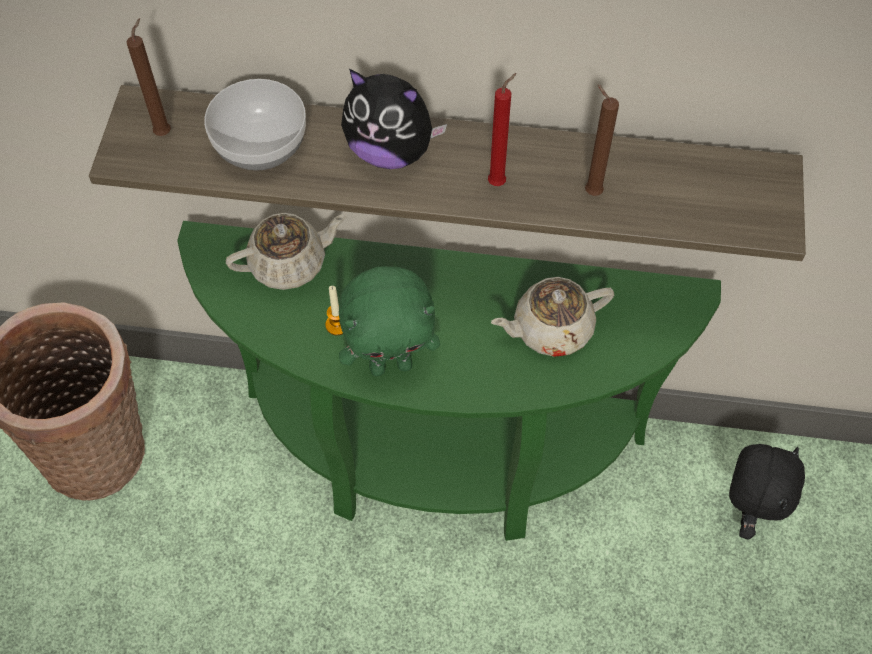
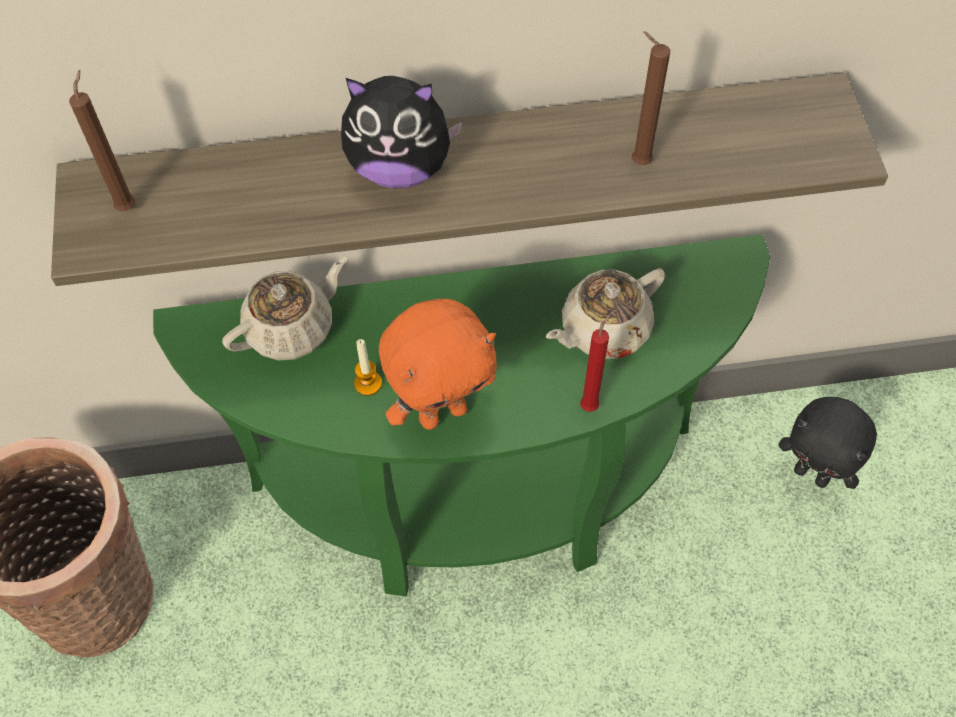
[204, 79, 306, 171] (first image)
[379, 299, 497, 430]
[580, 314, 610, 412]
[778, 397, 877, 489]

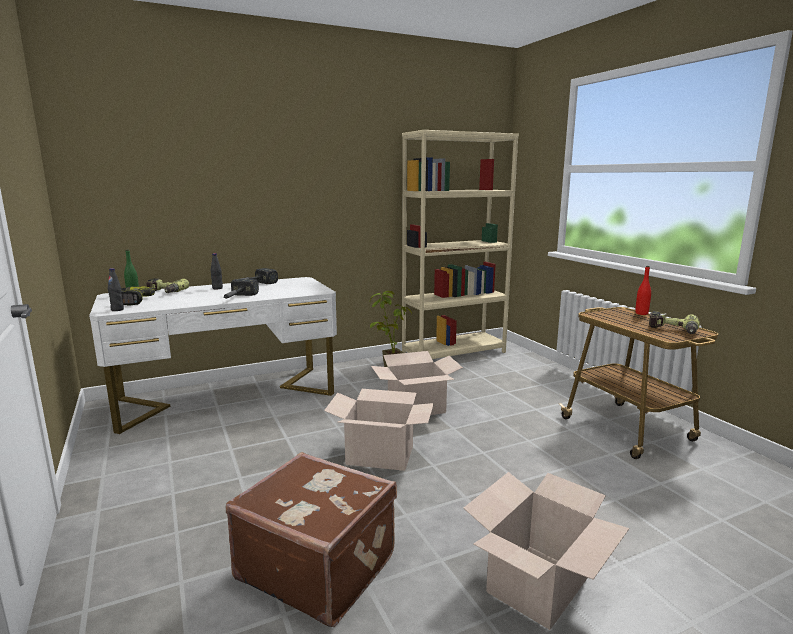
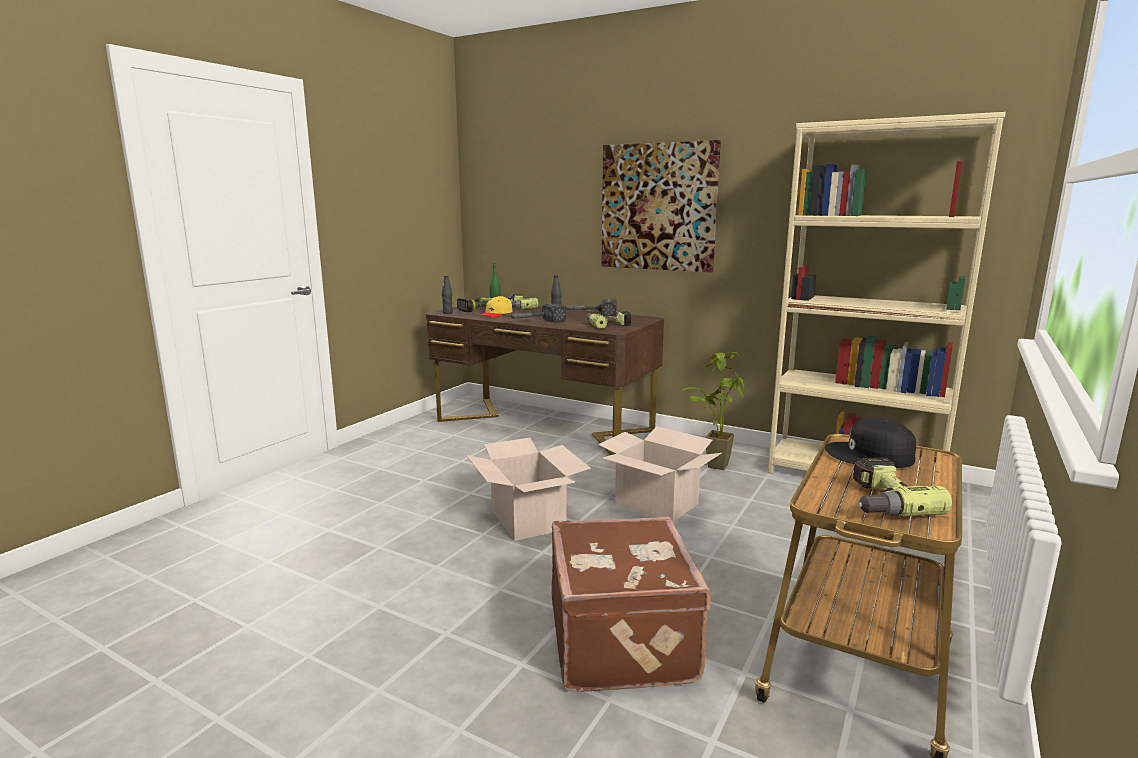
[426, 306, 664, 455]
[551, 517, 711, 692]
[463, 472, 629, 630] (first image)
[635, 266, 651, 315] (first image)
[480, 296, 512, 318]
[586, 311, 632, 329]
[601, 140, 721, 272]
[825, 418, 916, 468]

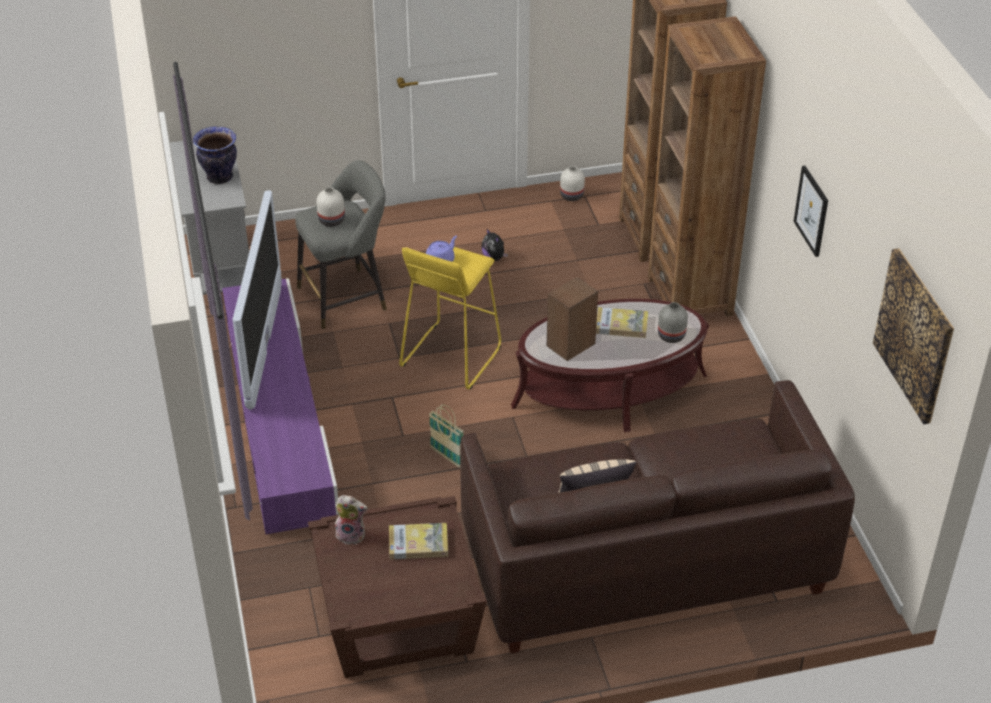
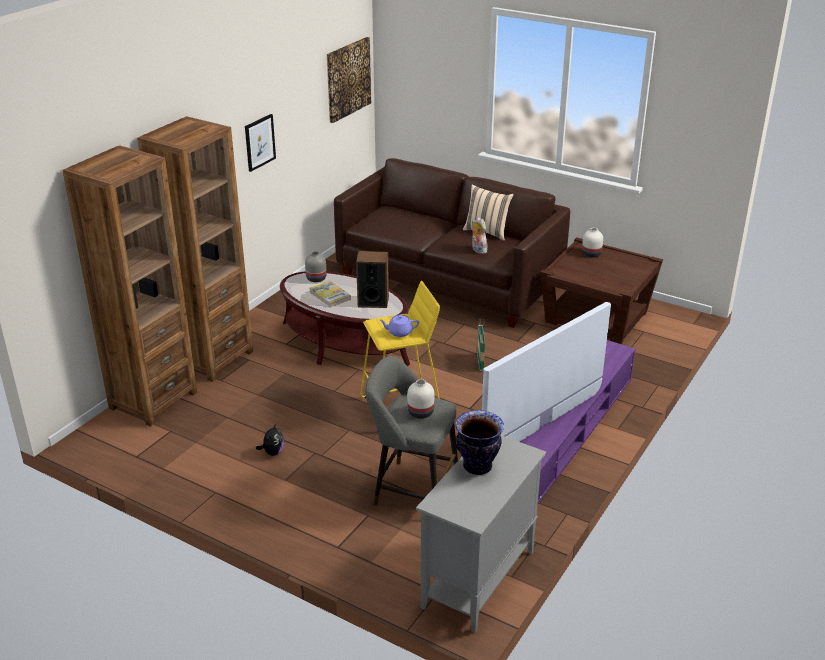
[472, 217, 487, 254]
[389, 523, 448, 559] (first image)
[582, 228, 603, 258]

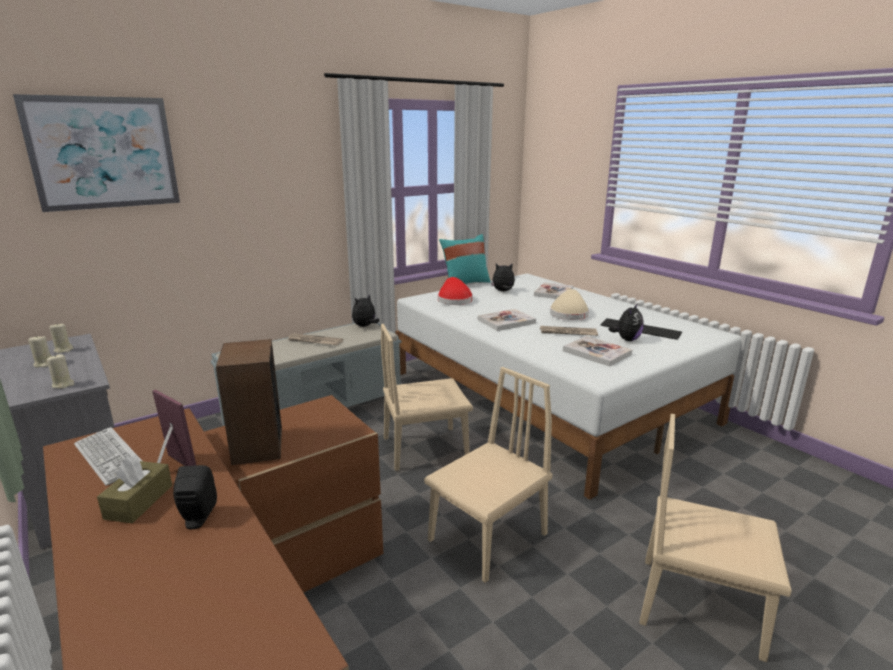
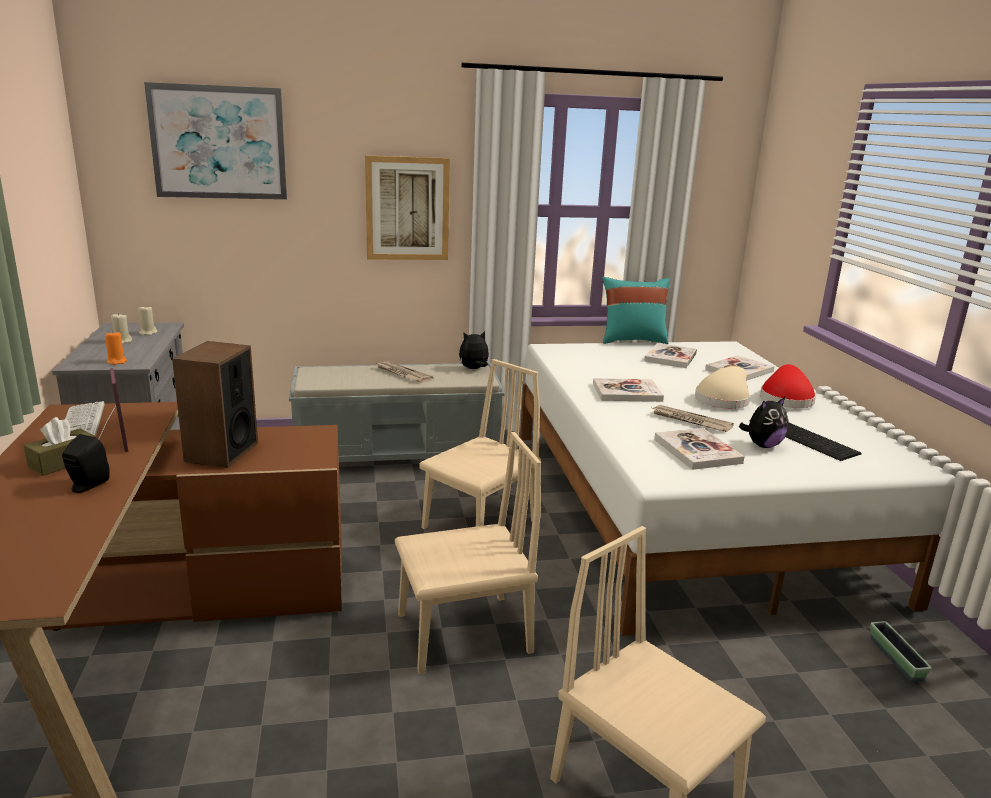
[105, 332, 127, 365]
[419, 359, 541, 529]
[760, 364, 816, 408]
[644, 343, 697, 368]
[365, 156, 450, 260]
[871, 621, 932, 682]

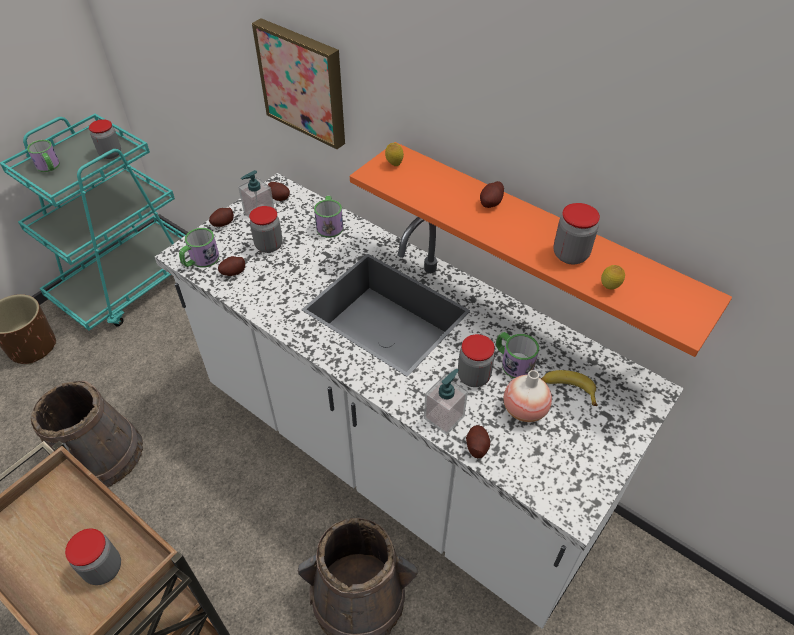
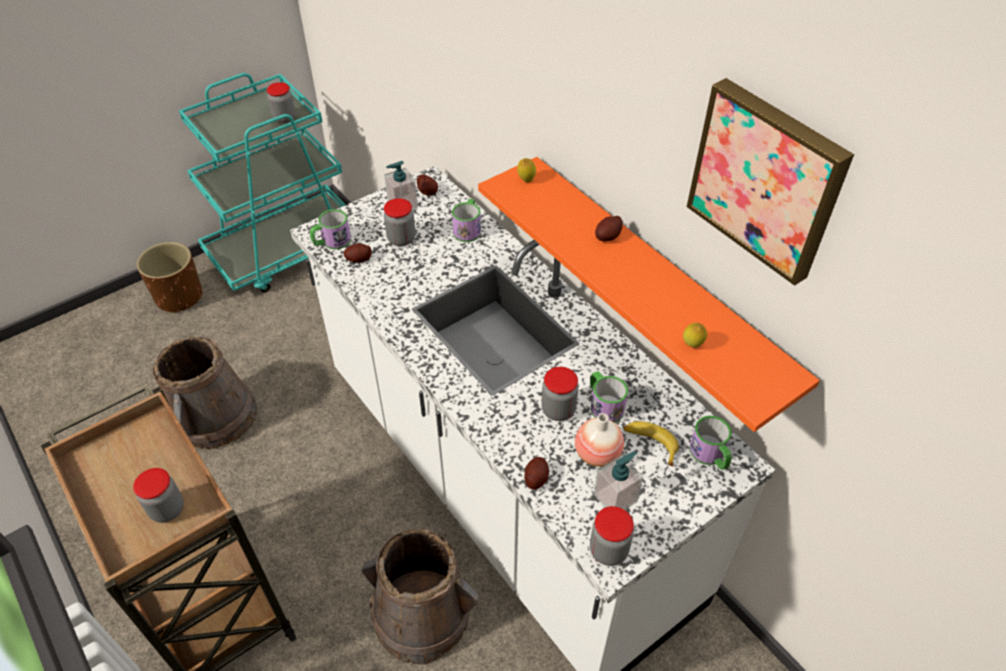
[689, 416, 732, 470]
[209, 208, 234, 227] (first image)
[687, 78, 854, 286]
[594, 451, 643, 510]
[590, 506, 634, 566]

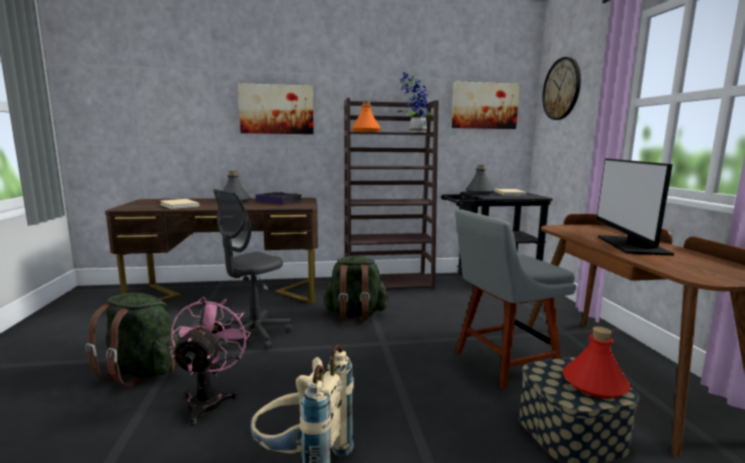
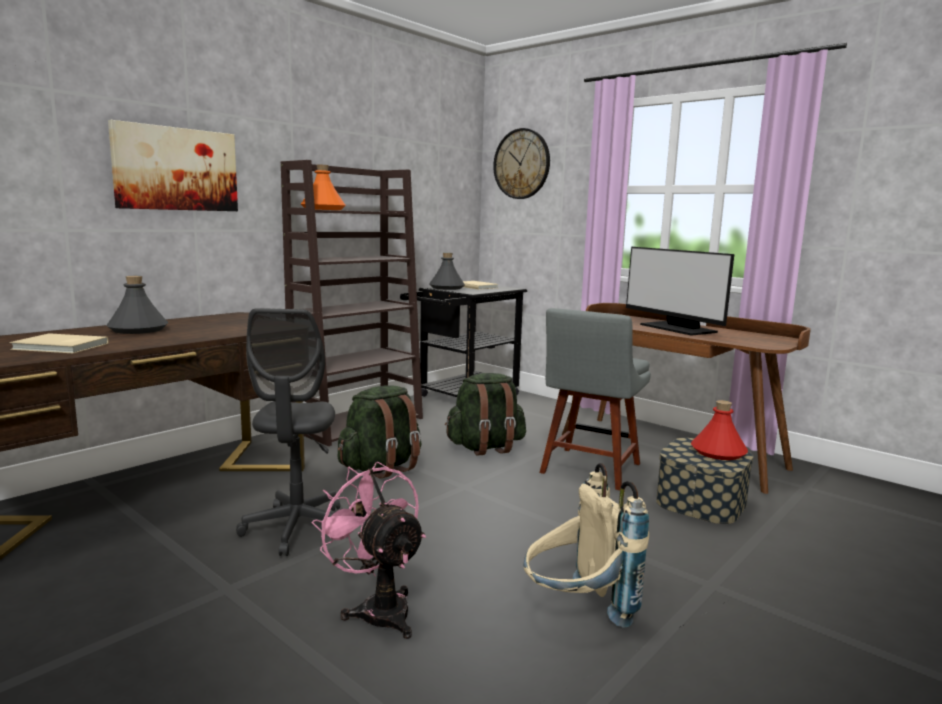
[445, 373, 526, 456]
[256, 192, 302, 204] (first image)
[397, 72, 434, 133] (first image)
[452, 81, 520, 129] (first image)

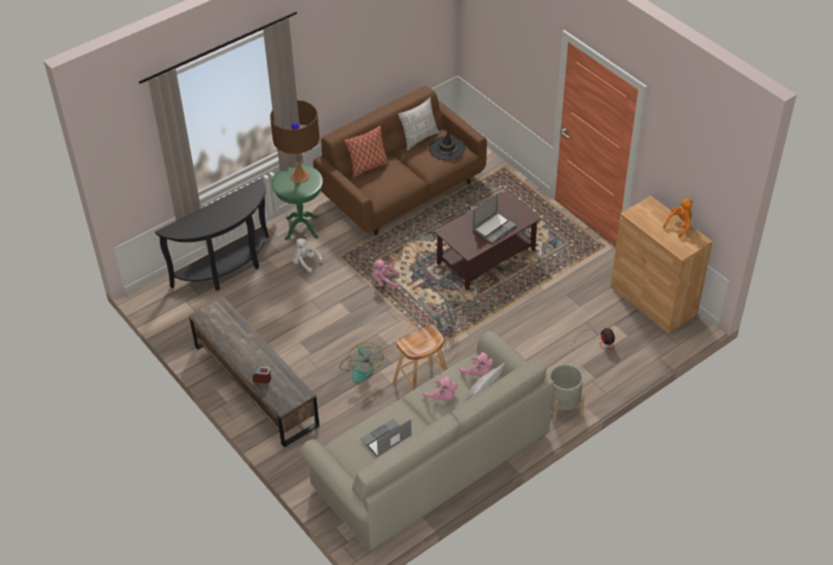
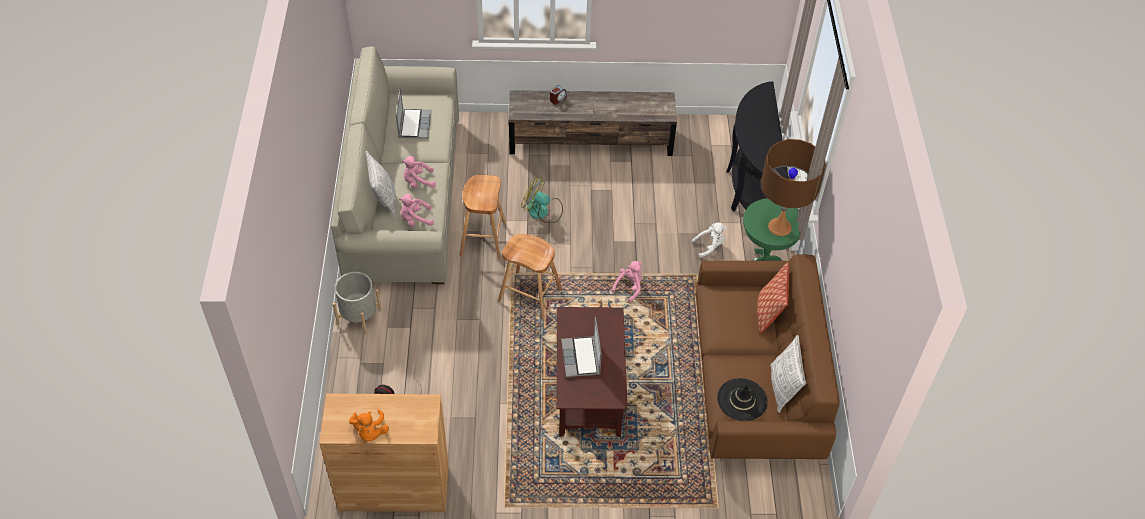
[498, 234, 562, 319]

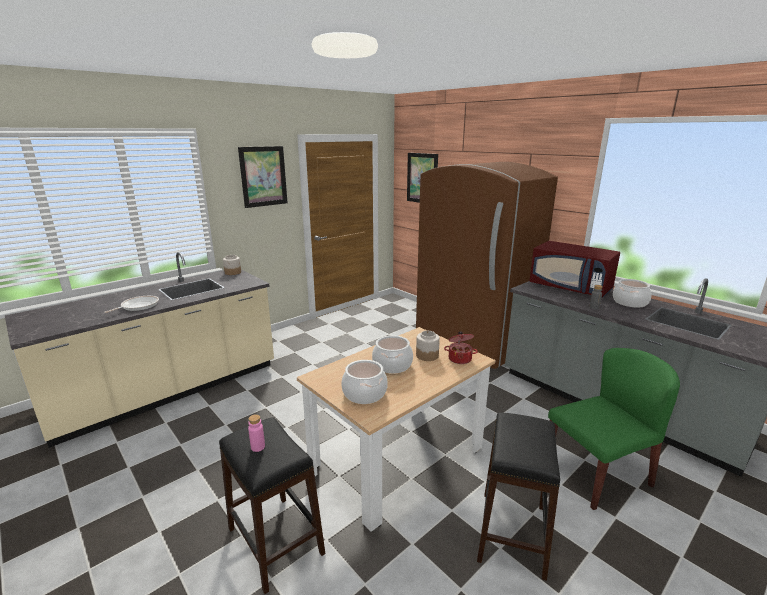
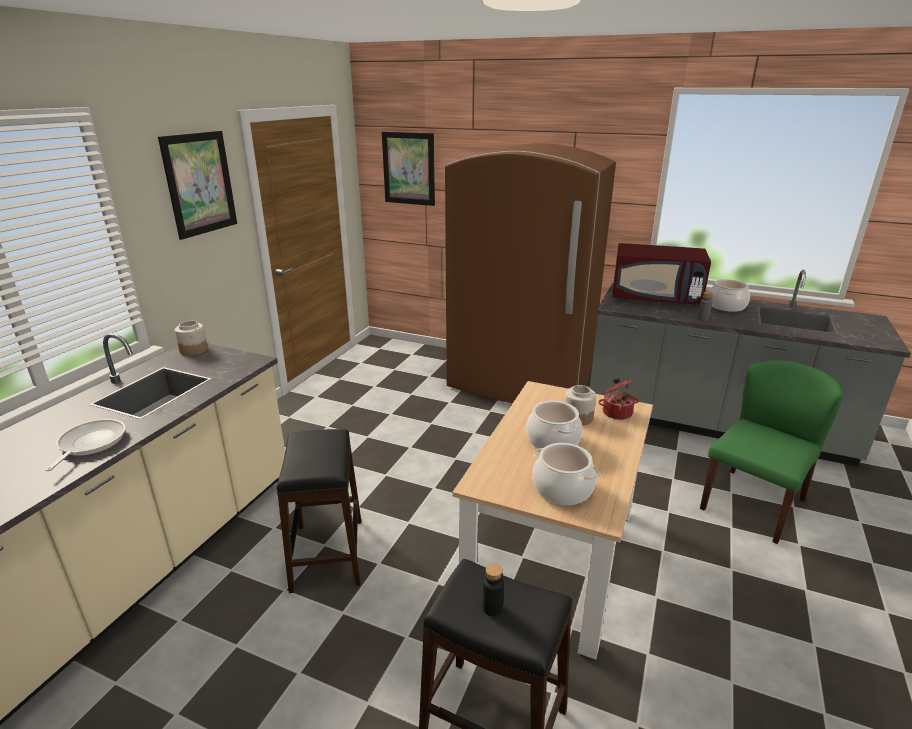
[483, 563, 504, 616]
[277, 429, 361, 593]

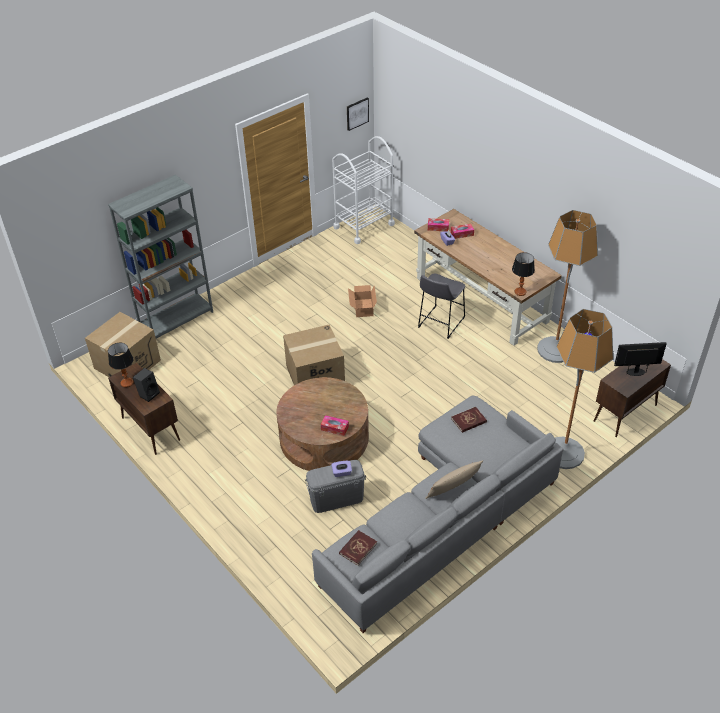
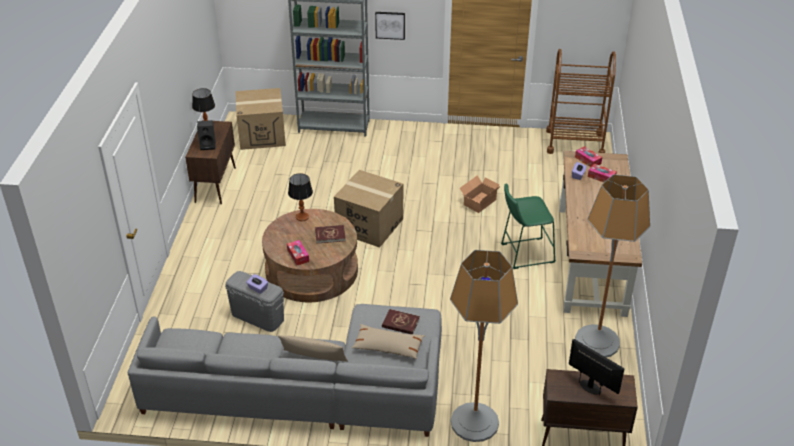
[546, 49, 616, 154]
[315, 225, 346, 243]
[375, 12, 405, 40]
[501, 183, 556, 269]
[288, 173, 313, 221]
[352, 324, 425, 359]

